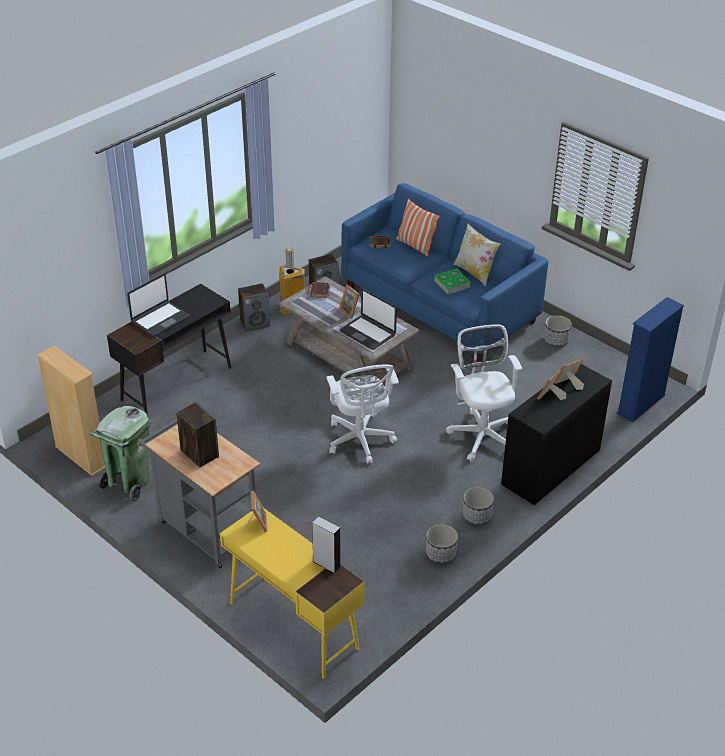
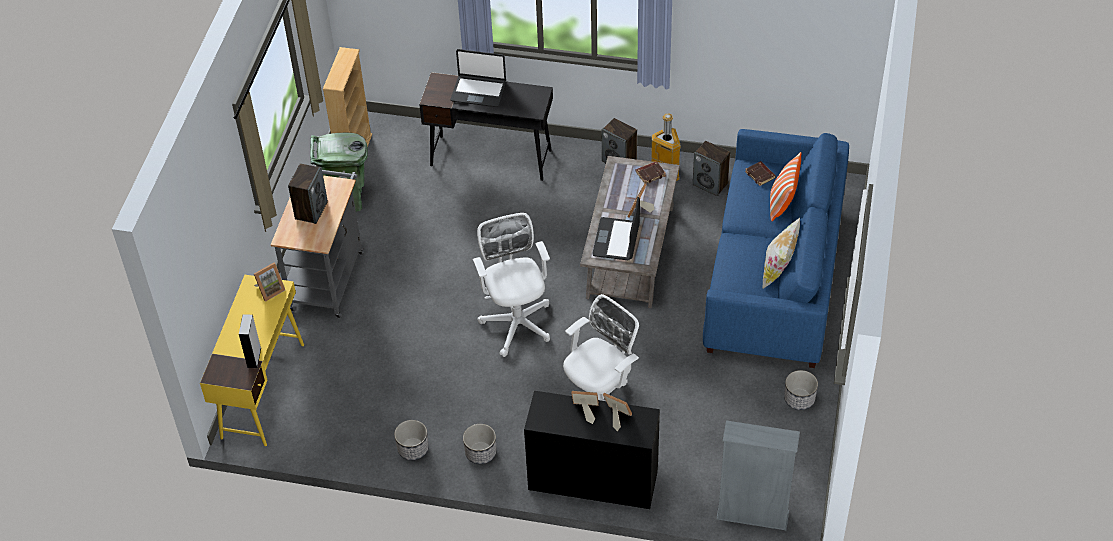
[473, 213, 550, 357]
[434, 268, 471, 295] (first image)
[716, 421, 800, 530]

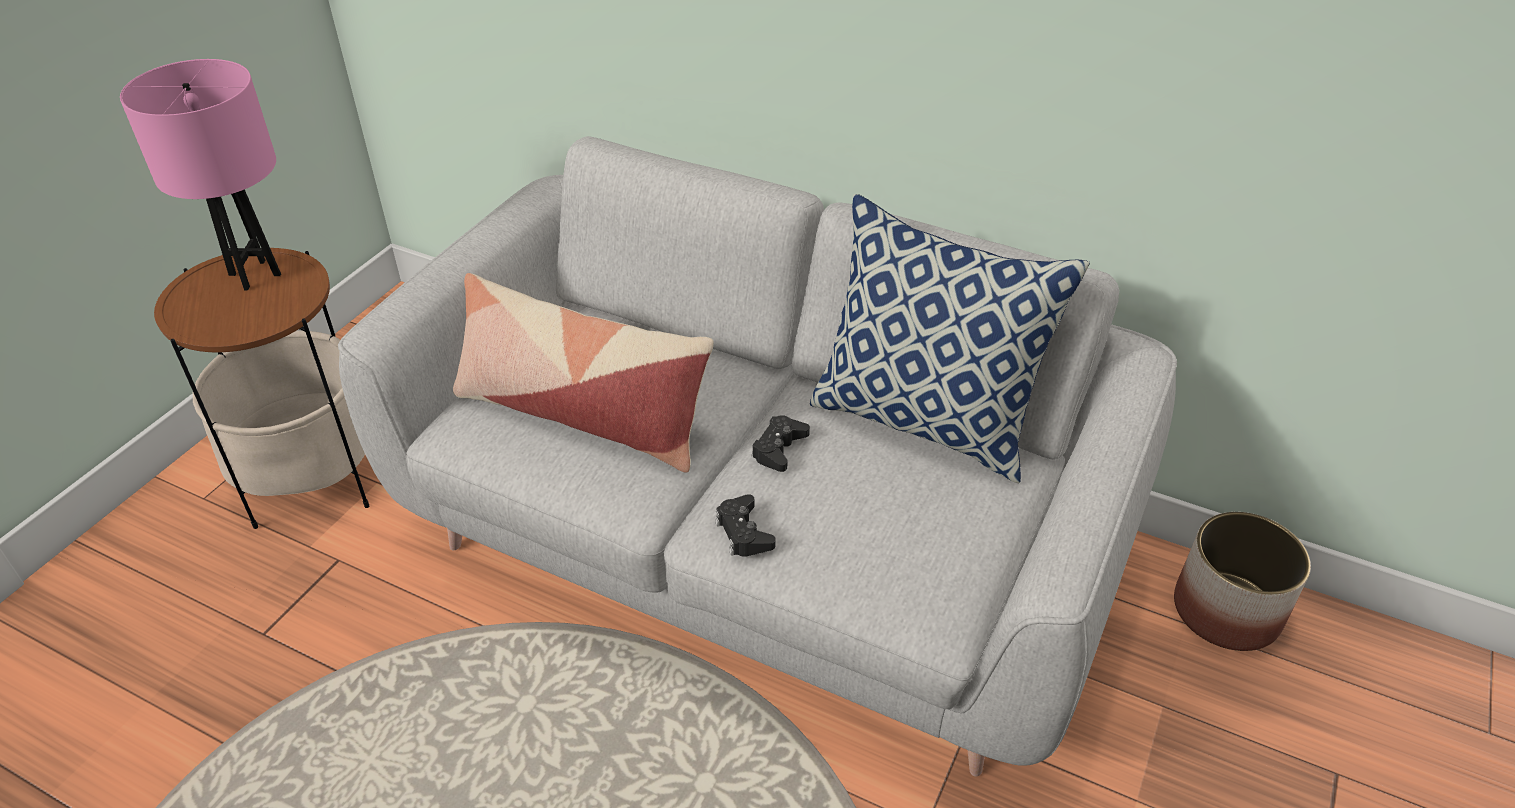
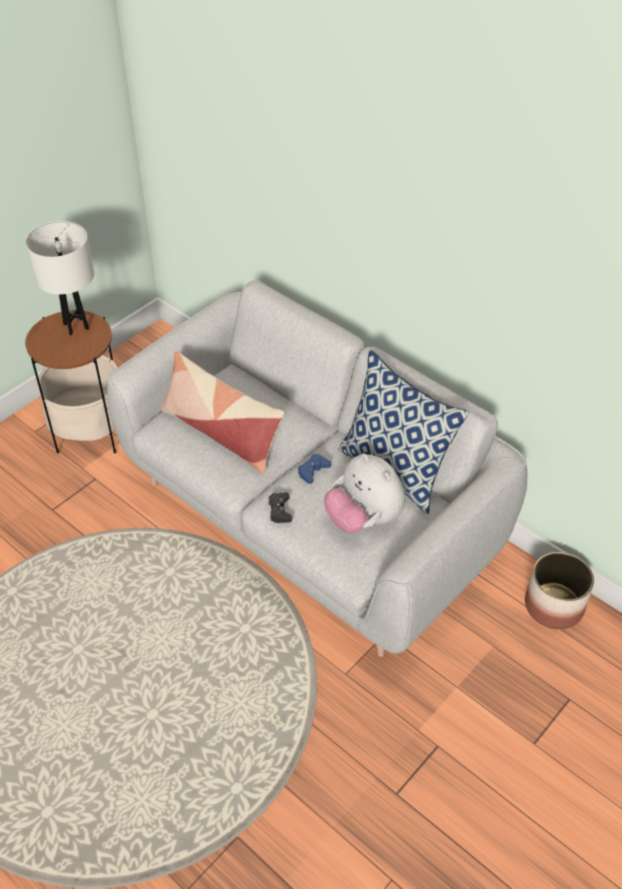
[26, 221, 94, 335]
[298, 454, 331, 484]
[324, 453, 405, 533]

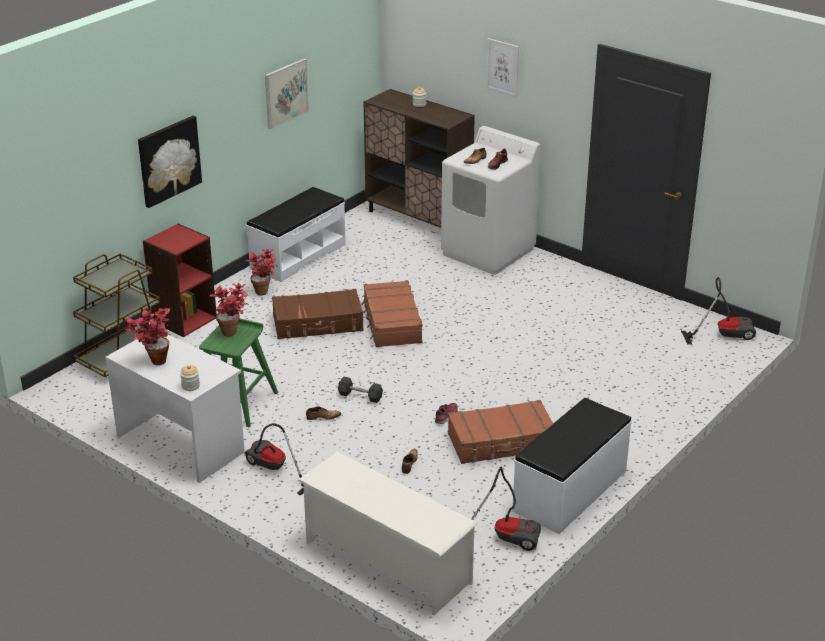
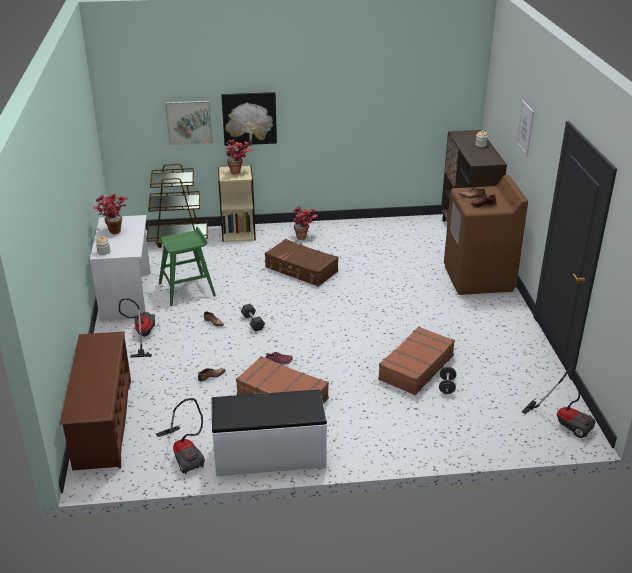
[218, 166, 256, 242]
[226, 139, 253, 175]
[246, 187, 346, 282] (first image)
[165, 101, 213, 145]
[60, 332, 131, 471]
[378, 326, 455, 395]
[444, 175, 528, 295]
[439, 367, 456, 394]

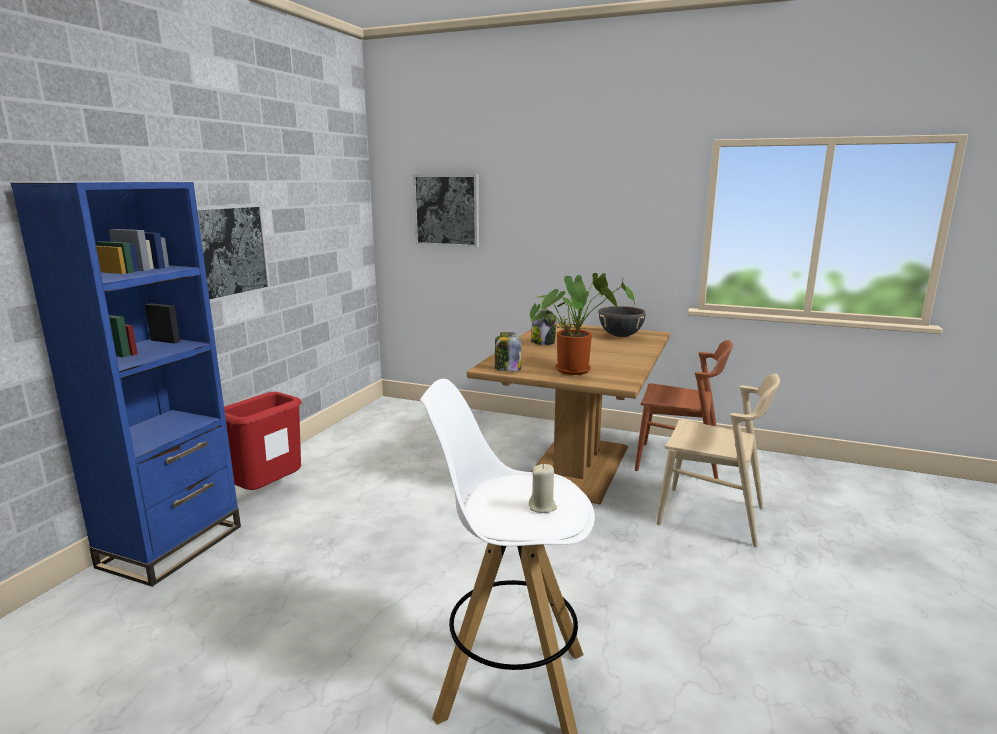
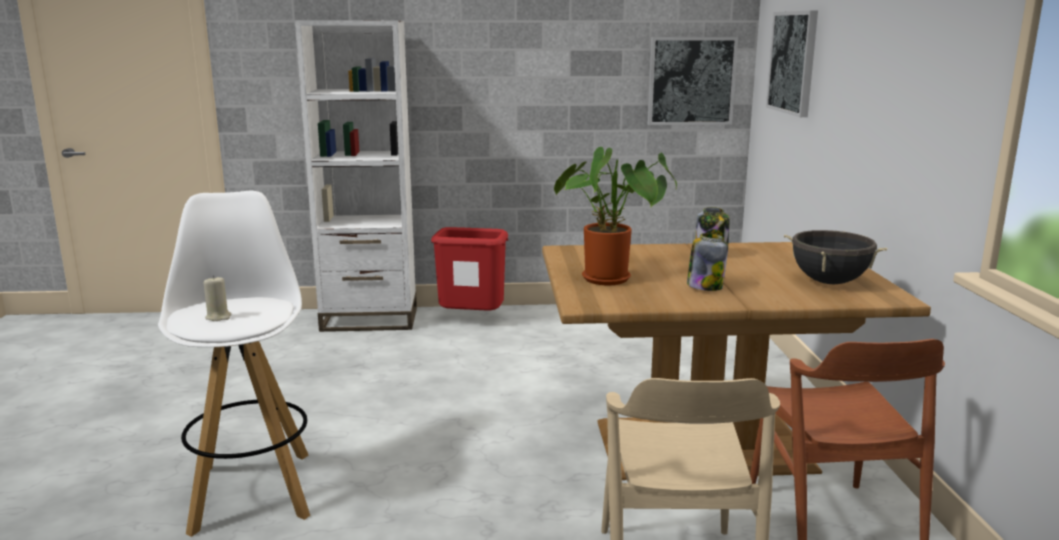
[295, 21, 417, 332]
[648, 37, 738, 125]
[687, 233, 728, 291]

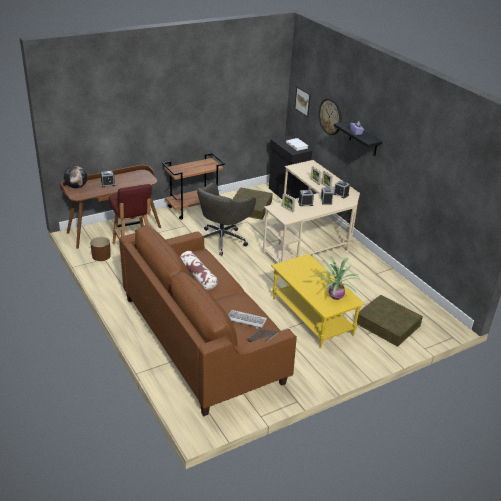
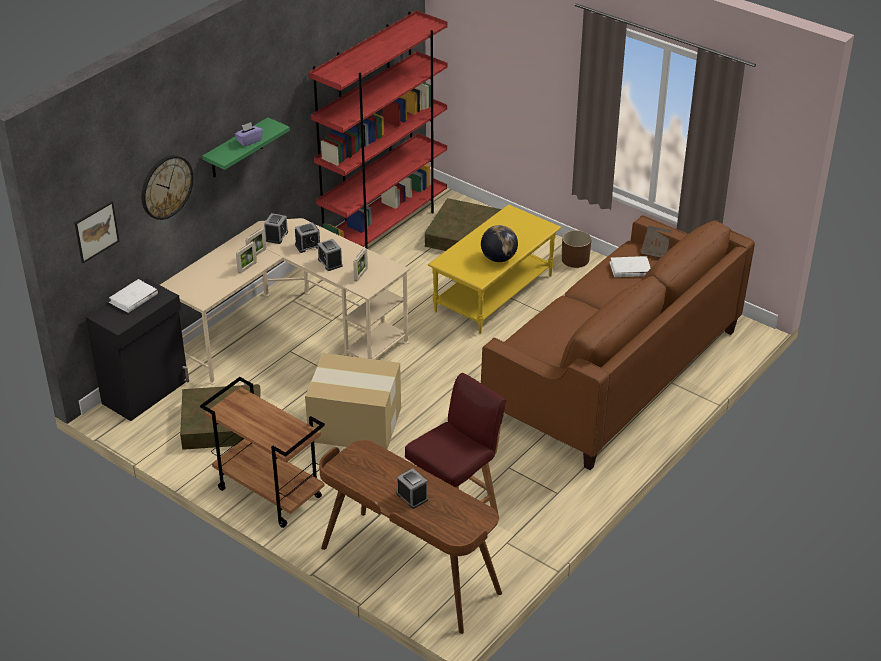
[481, 225, 518, 262]
[562, 230, 591, 268]
[180, 251, 218, 290] (first image)
[305, 353, 401, 449]
[609, 256, 651, 277]
[310, 256, 359, 300] (first image)
[202, 117, 290, 177]
[308, 10, 448, 249]

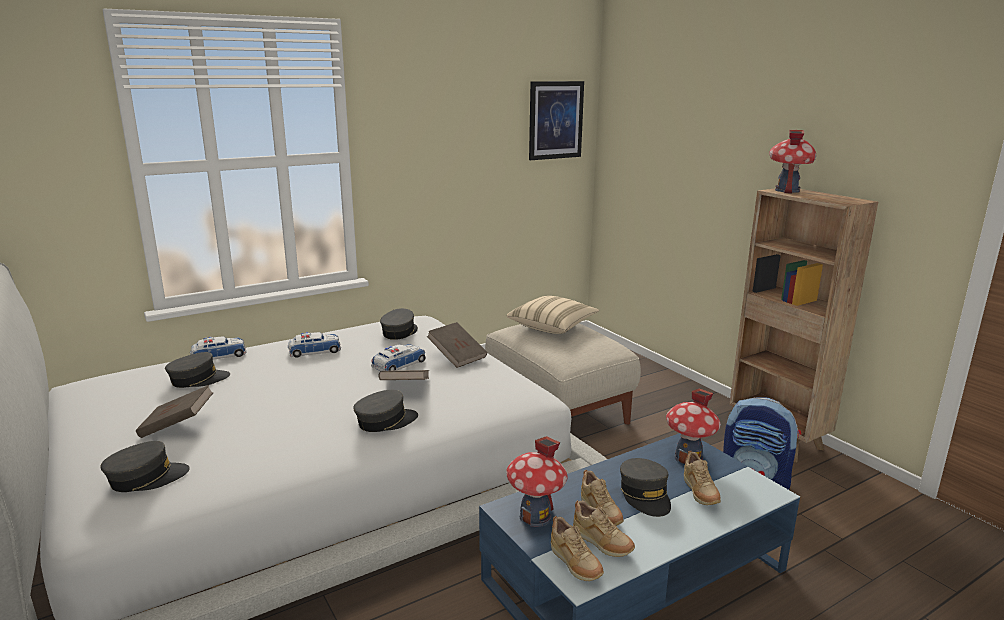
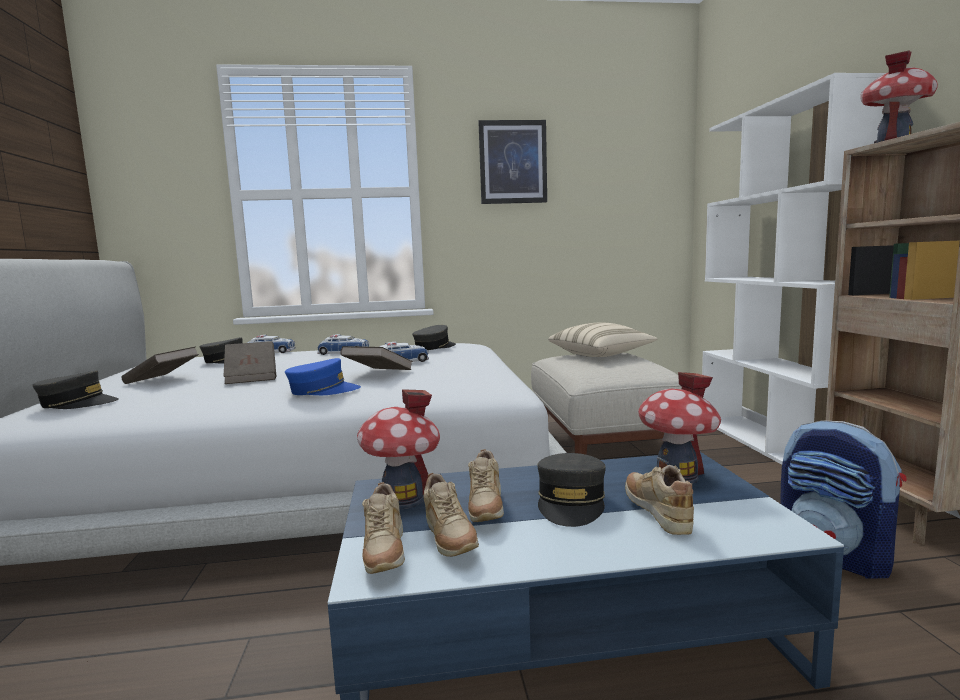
[285, 358, 361, 395]
[224, 341, 276, 384]
[478, 120, 547, 204]
[625, 465, 694, 535]
[702, 73, 886, 465]

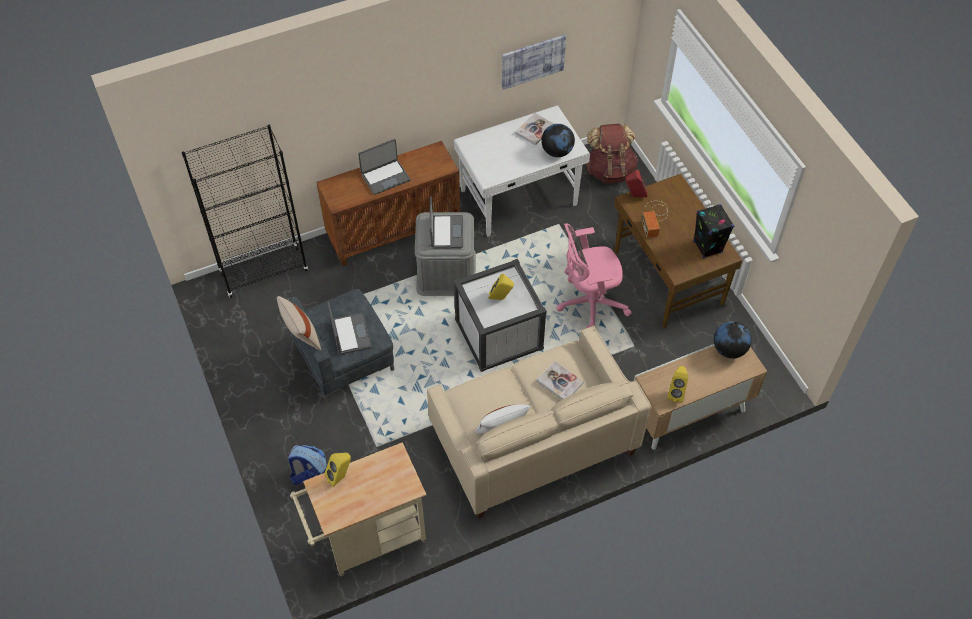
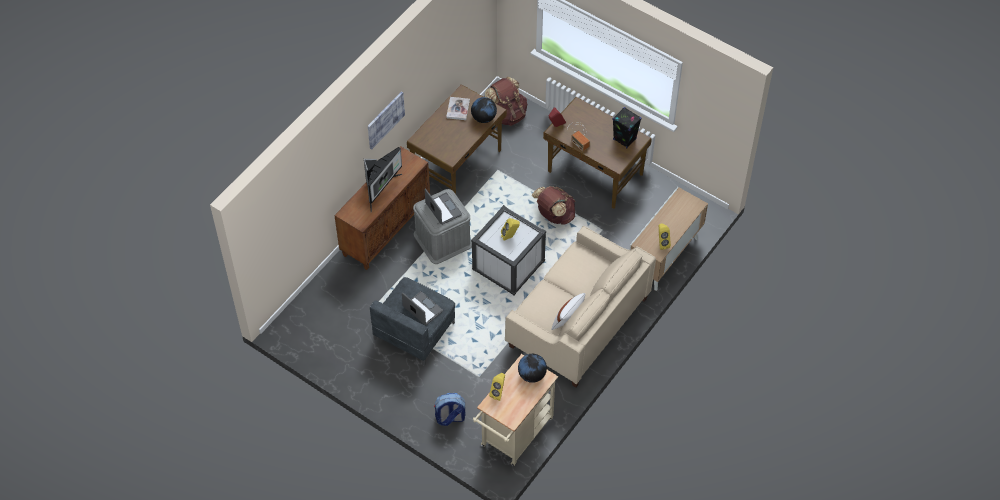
[182, 125, 308, 298] (first image)
[277, 296, 321, 351] (first image)
[364, 147, 402, 212]
[407, 84, 507, 194]
[368, 91, 405, 149]
[537, 361, 584, 400] (first image)
[532, 186, 575, 225]
[518, 354, 547, 383]

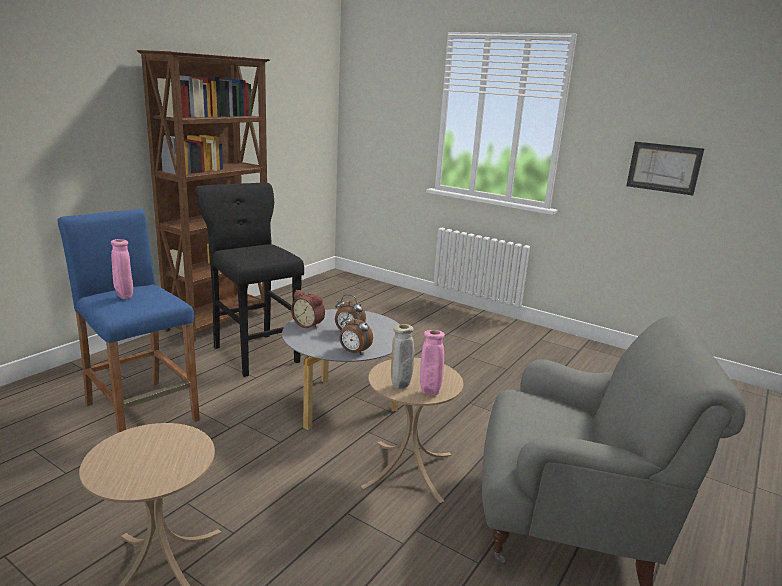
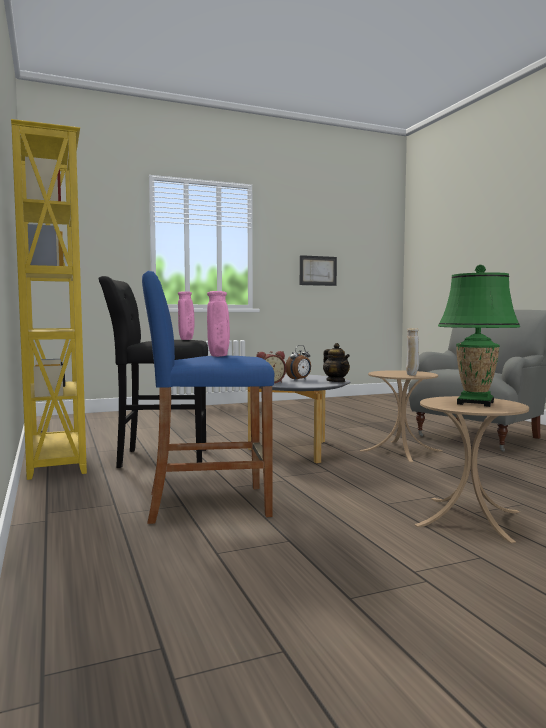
[11, 119, 87, 480]
[323, 343, 350, 382]
[178, 291, 195, 340]
[438, 265, 520, 407]

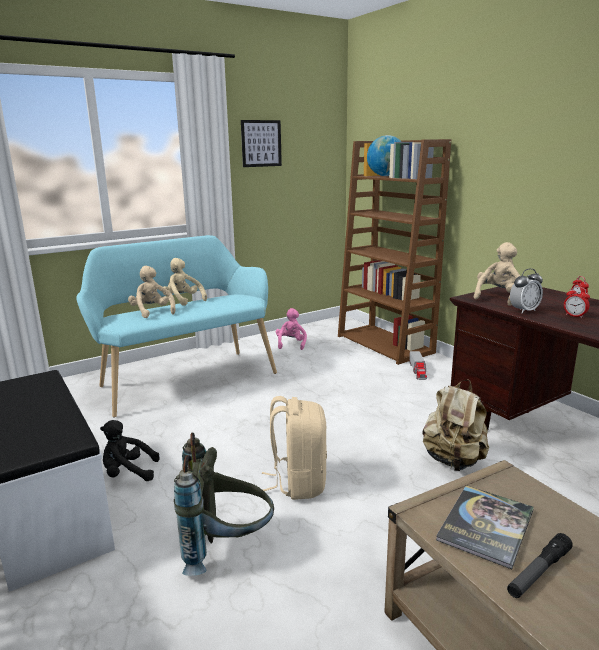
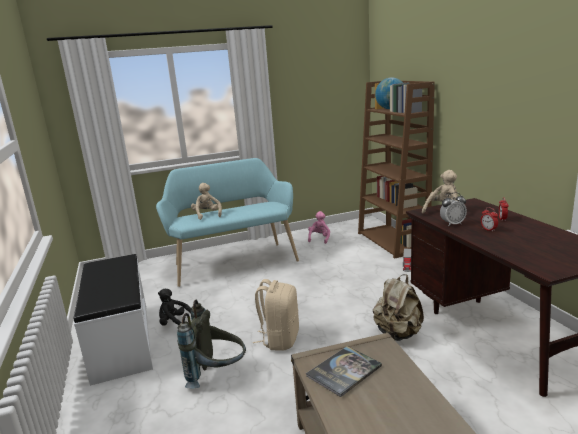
[163, 258, 207, 306] (first image)
[241, 120, 282, 167] (first image)
[507, 533, 573, 598] (first image)

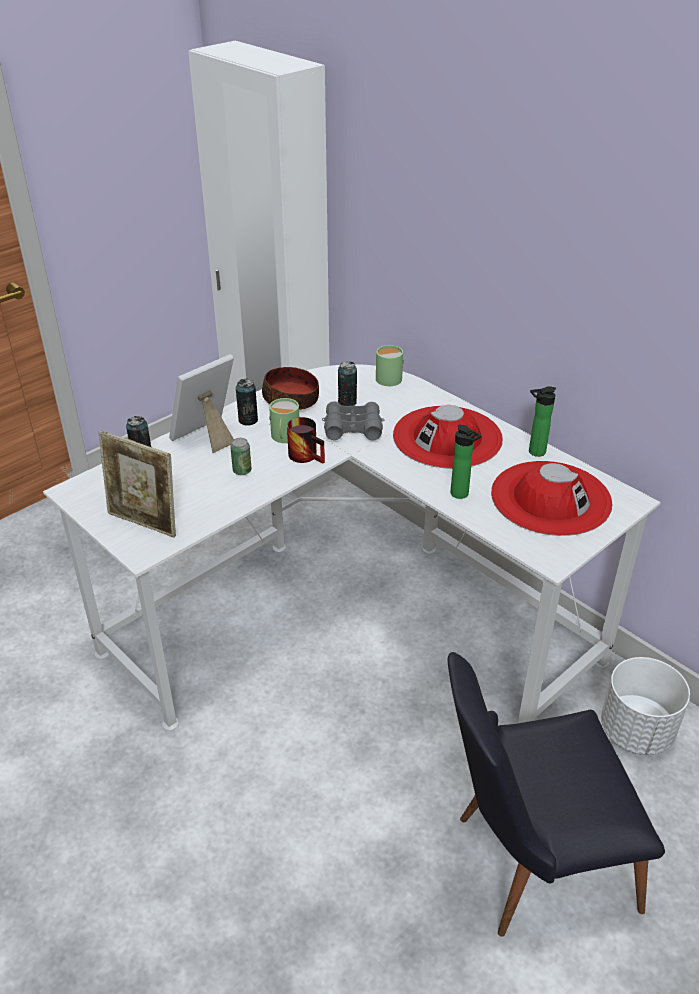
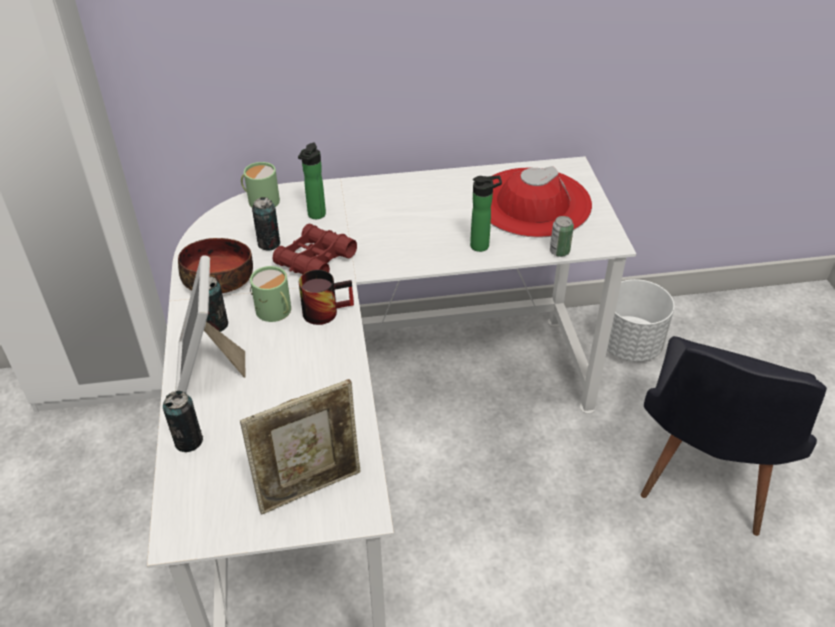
[550, 216, 574, 257]
[272, 224, 357, 274]
[393, 405, 503, 469] (first image)
[298, 143, 326, 219]

